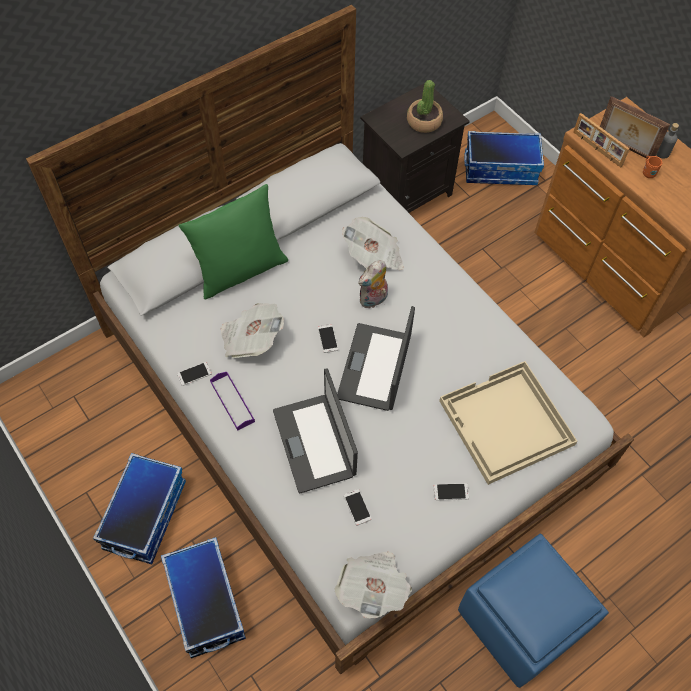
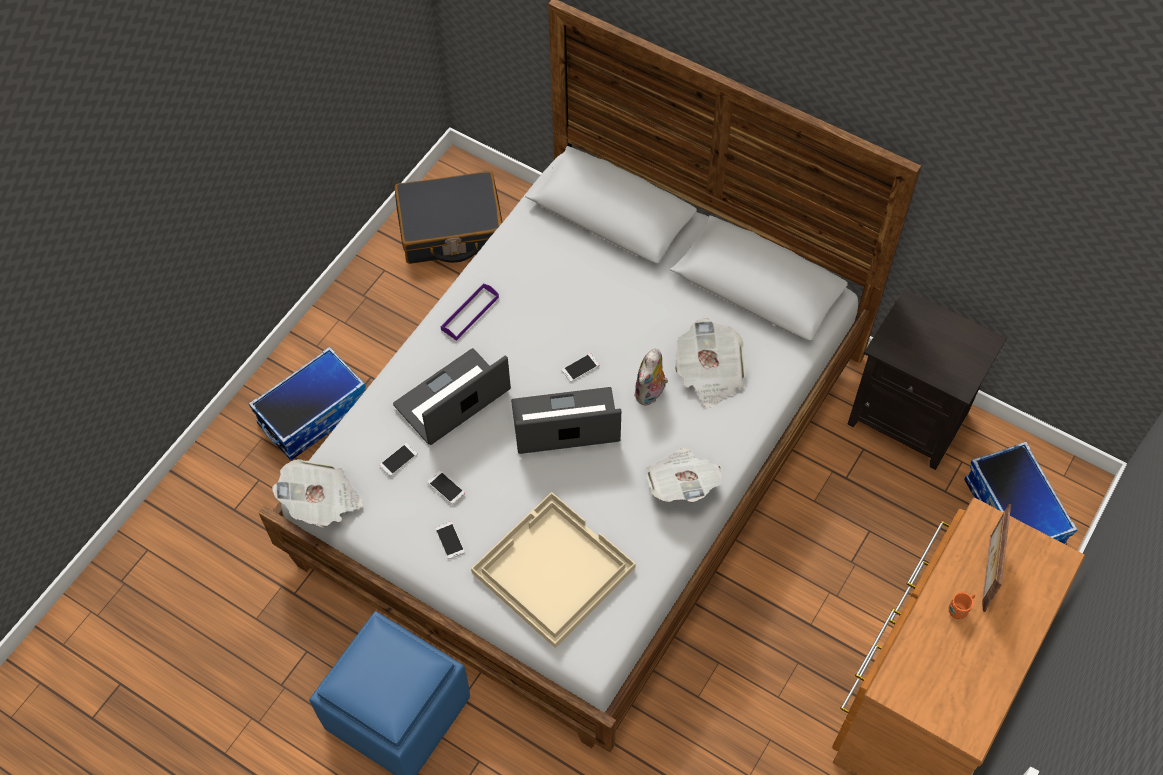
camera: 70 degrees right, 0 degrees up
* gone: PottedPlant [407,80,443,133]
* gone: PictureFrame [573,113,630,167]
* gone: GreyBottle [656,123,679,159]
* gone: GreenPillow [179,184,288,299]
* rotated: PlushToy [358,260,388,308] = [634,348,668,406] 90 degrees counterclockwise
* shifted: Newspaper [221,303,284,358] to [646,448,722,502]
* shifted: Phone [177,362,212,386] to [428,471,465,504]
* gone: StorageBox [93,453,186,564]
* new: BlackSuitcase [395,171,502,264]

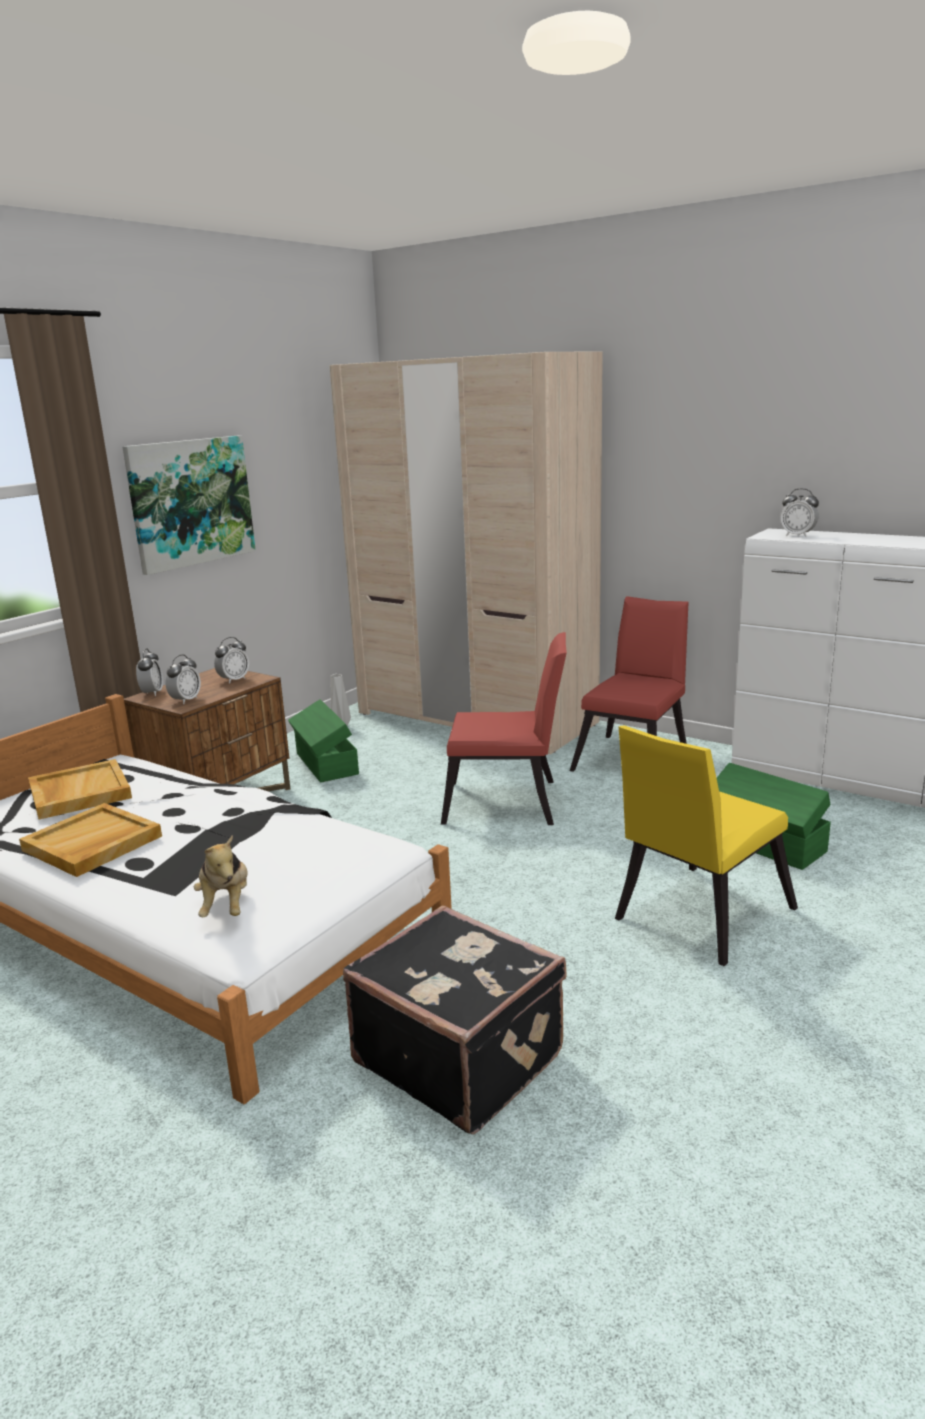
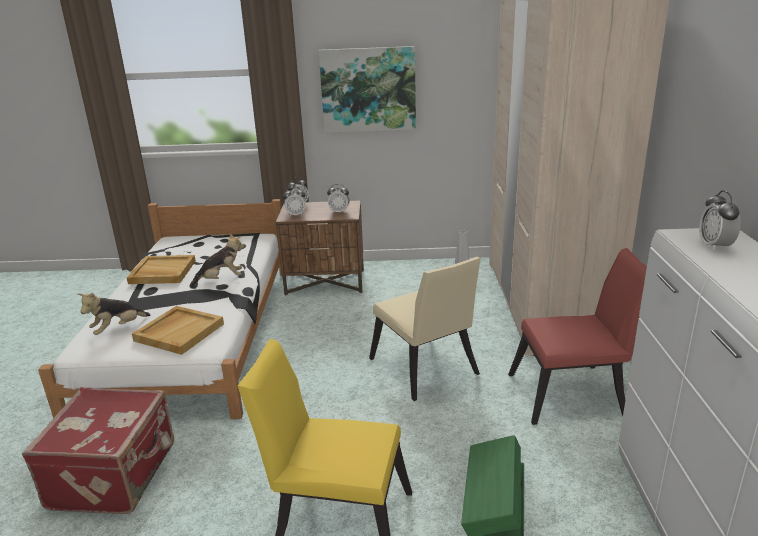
camera: 55 degrees right, 5 degrees up
* repainted: RedChair [441,632,567,825] to BeigeChair [369,257,481,401]
* gone: GreenStorageBox [288,699,359,782]
* shifted: BeigeTray [28,759,132,820] to [132,306,224,355]
* repainted: BlackSuitcase [343,905,567,1134] to RedSuitcase [22,387,174,514]
* new: PlushToy [190,233,244,287]

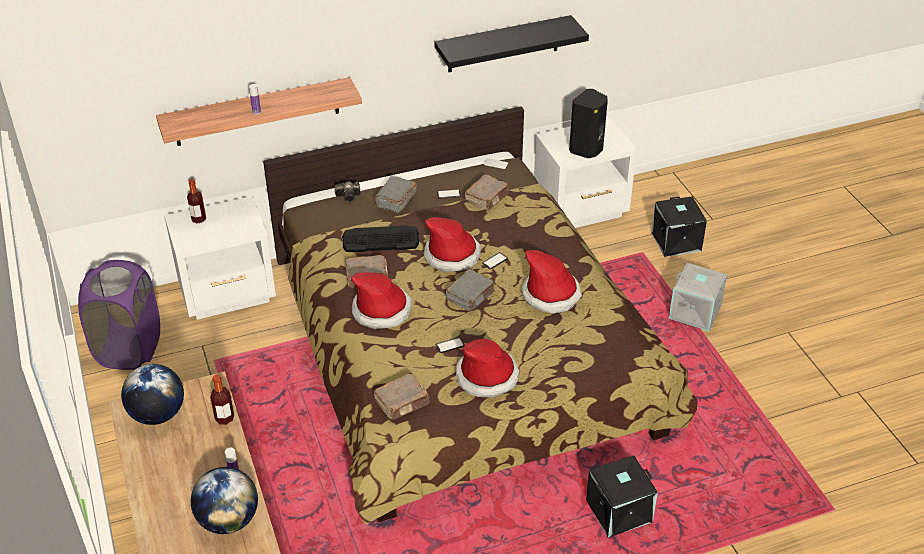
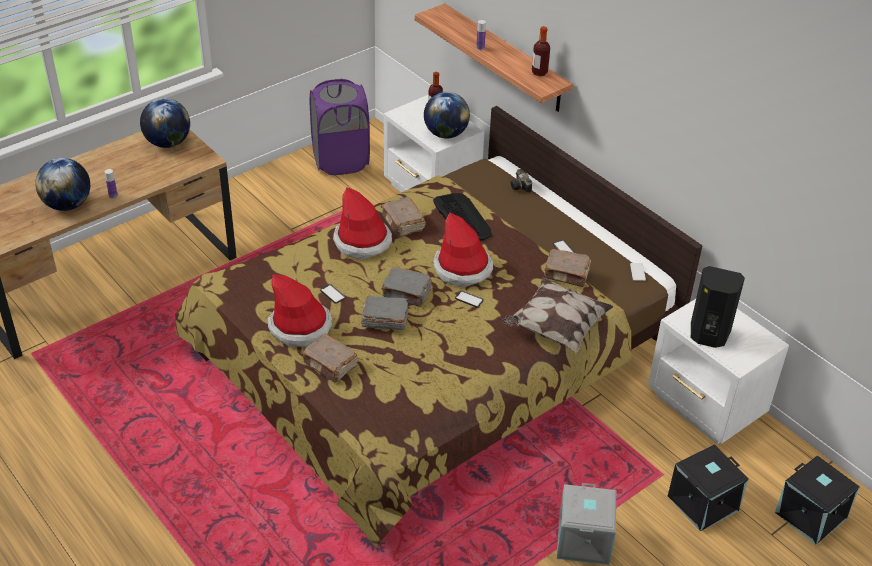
camera: 70 degrees right, 0 degrees up
* gone: BlackShelf [434,15,589,72]
* shifted: GreyBook [375,176,417,213] to [361,296,409,330]
* gone: Hat [521,250,582,313]
* shifted: Bottle [210,374,234,425] to [532,26,550,76]
* shifted: BrownBook [374,374,430,420] to [301,334,358,383]
* shifted: BlackStorageBox [586,456,658,537] to [775,455,860,545]
* new: Globe [424,92,470,138]
* new: Pillow [502,278,614,353]

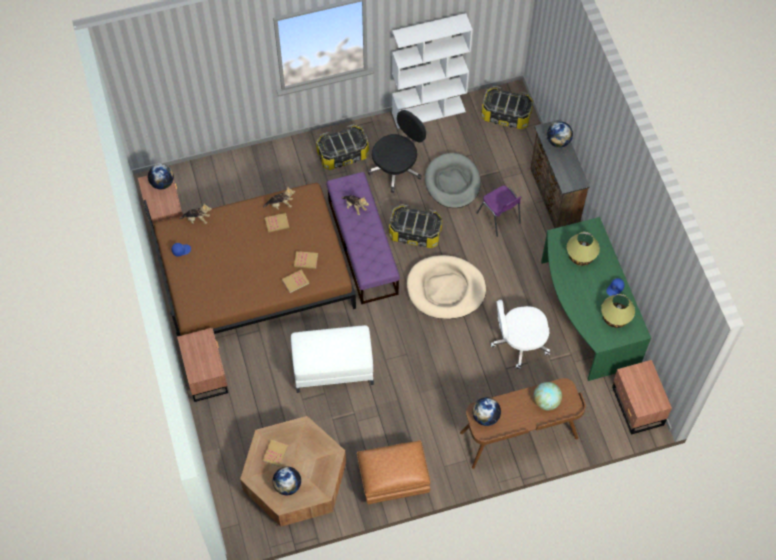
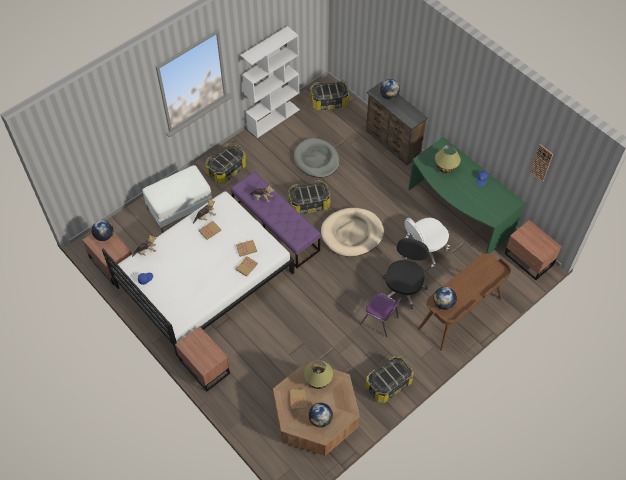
camera: 25 degrees left, 5 degrees down
* shifted: BlackOfficeChair [368,110,426,193] to [383,238,429,309]
* repainted: BrownBed [143,183,356,336] to WhiteBed [102,191,294,358]
* shifted: PurpleChair [477,185,521,237] to [360,293,401,337]
* shifted: TableLamp [601,294,635,328] to [304,360,333,389]
* shifted: WhiteOttoman [291,325,374,393] to [143,165,212,233]
* gone: Globe [534,382,562,410]
* swapped: BrownOttoman [357,440,430,504] to StorageBox [366,356,414,403]
* new: WallClock [530,144,553,183]

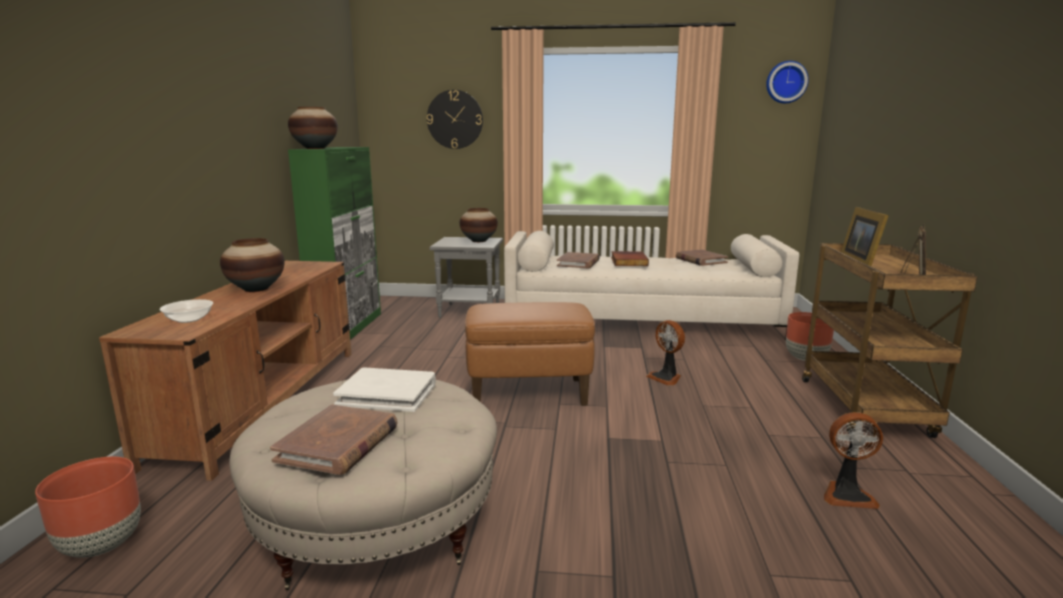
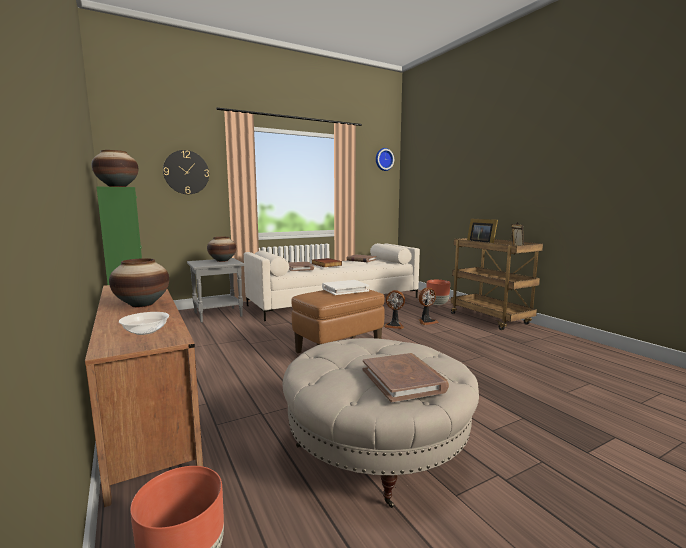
camera: 35 degrees left, 5 degrees down
* shifted: WhiteBook [333,367,436,412] to [322,280,369,295]
* shifted: Fan [824,412,883,509] to [418,288,439,325]

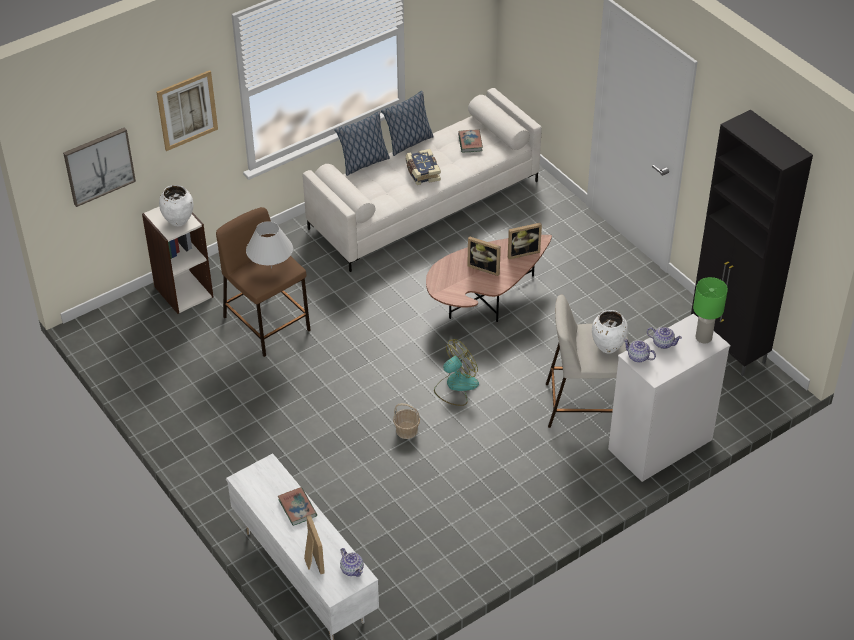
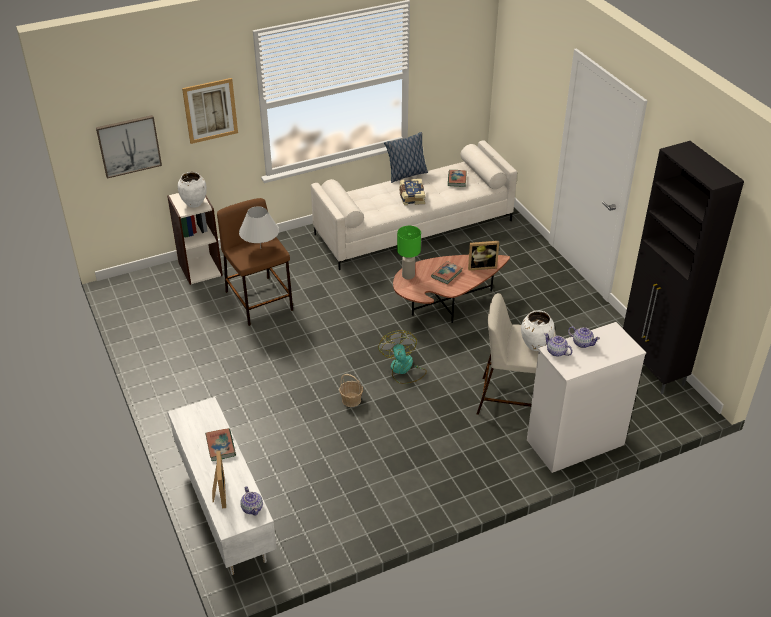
camera: 10 degrees right, 5 degrees down
* gone: Pillow [334,111,390,176]
* swapped: PictureFrame [467,236,501,276] to Book [431,261,462,284]
* shifted: GreenTableLamp [693,277,728,343] to [397,226,421,280]
* rotated: Fan [434,339,479,406] = [379,330,427,384] 75 degrees counterclockwise

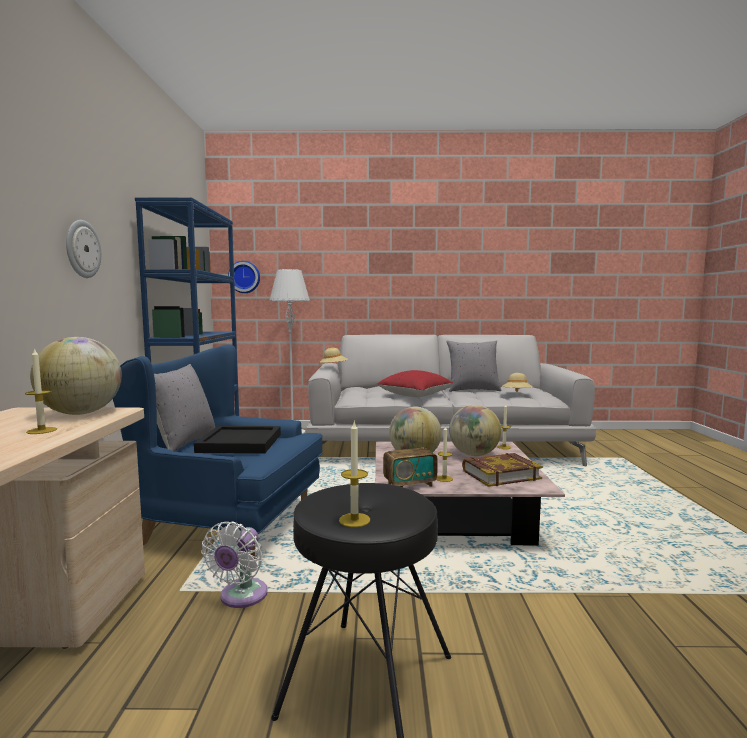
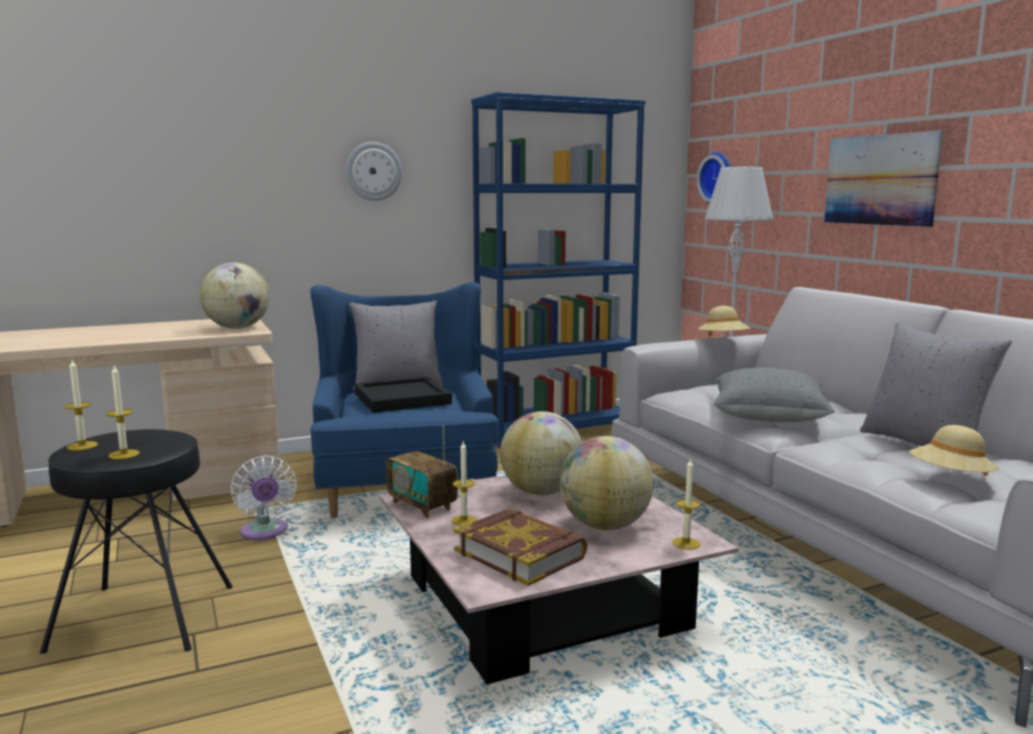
camera: 65 degrees right, 5 degrees up
* shifted: Candle [25,348,57,434] to [106,366,140,459]
* repainted: RedPillow [376,370,453,397] to GreyPillow [713,368,835,422]
* rotated: WhiteFan [201,521,268,608] = [230,455,297,540] 105 degrees counterclockwise
* new: Picture [824,130,943,227]

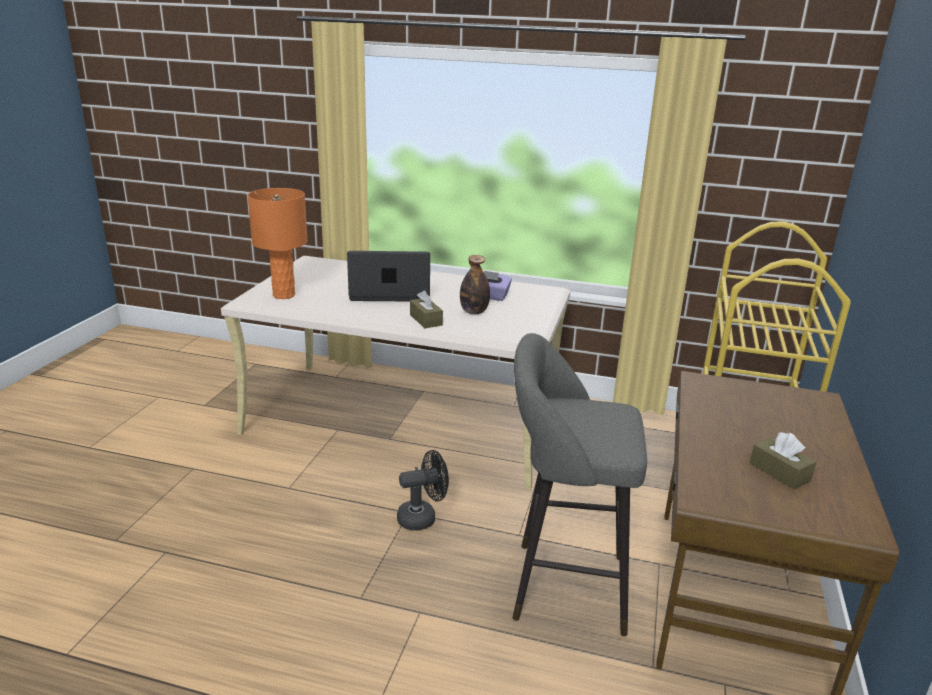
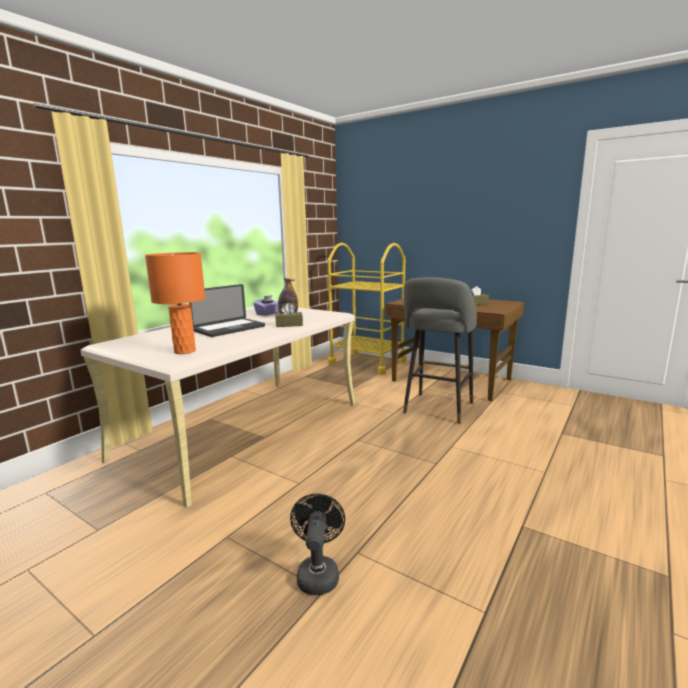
camera: 70 degrees left, 10 degrees down
* rotated: Laptop [347,251,430,301] = [189,284,265,337] 150 degrees counterclockwise
* shifted: BlackFan [397,450,449,531] to [290,494,345,595]

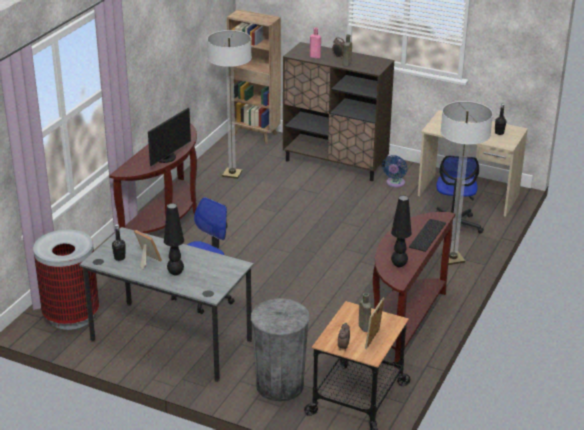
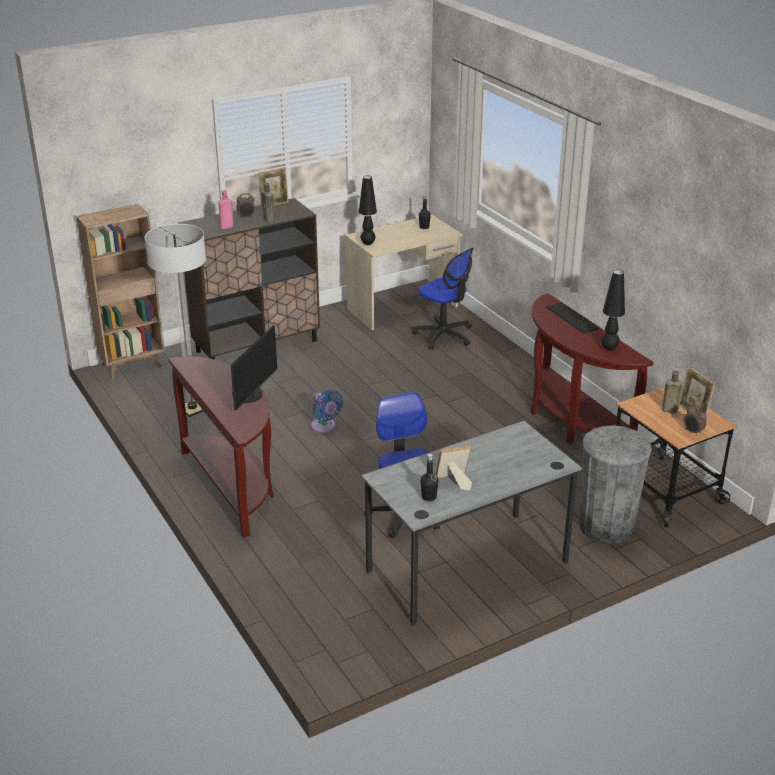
camera: 55 degrees left, 0 degrees up
* gone: FloorLamp [440,101,493,265]
* rotated: Monitor [148,107,191,166] = [231,325,277,411] 45 degrees clockwise
* shifted: BlueFan [382,155,407,187] to [311,390,343,432]
* shifted: BlackTableLamp [164,203,184,276] to [359,176,377,245]
* gone: TrashCan [33,230,99,330]
* new: PictureFrame [258,167,289,209]

